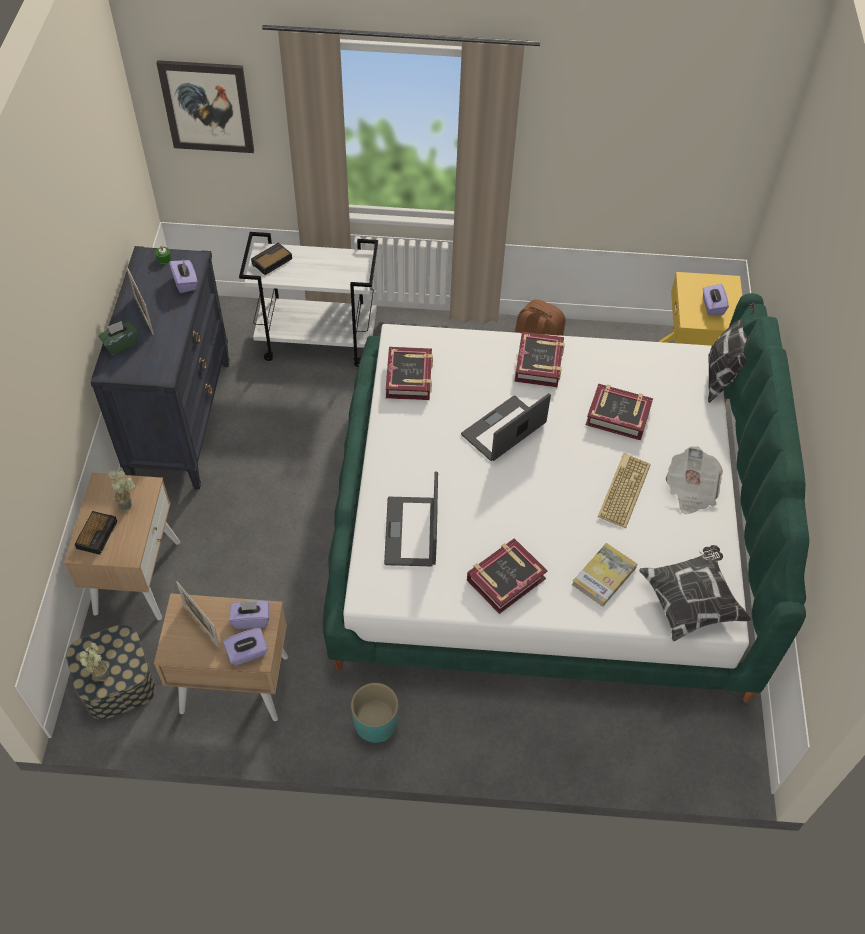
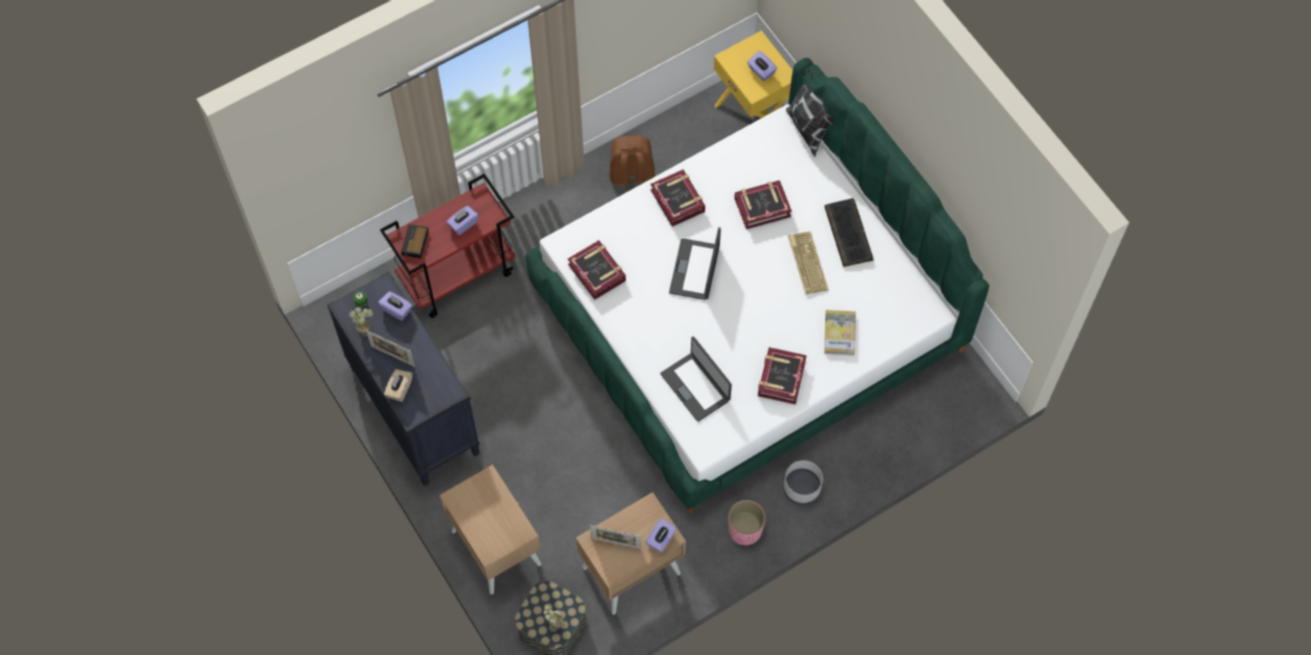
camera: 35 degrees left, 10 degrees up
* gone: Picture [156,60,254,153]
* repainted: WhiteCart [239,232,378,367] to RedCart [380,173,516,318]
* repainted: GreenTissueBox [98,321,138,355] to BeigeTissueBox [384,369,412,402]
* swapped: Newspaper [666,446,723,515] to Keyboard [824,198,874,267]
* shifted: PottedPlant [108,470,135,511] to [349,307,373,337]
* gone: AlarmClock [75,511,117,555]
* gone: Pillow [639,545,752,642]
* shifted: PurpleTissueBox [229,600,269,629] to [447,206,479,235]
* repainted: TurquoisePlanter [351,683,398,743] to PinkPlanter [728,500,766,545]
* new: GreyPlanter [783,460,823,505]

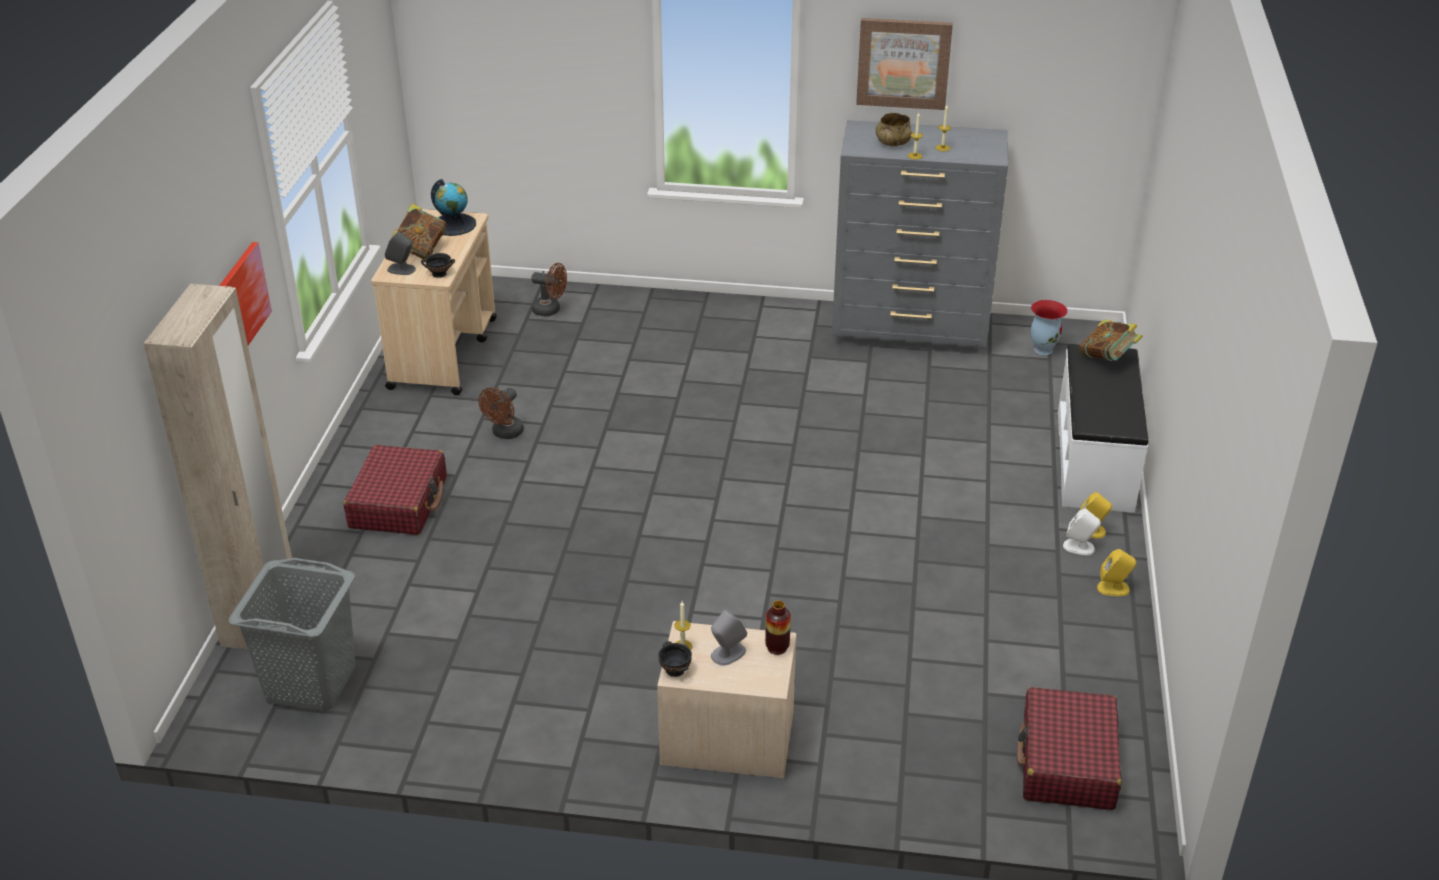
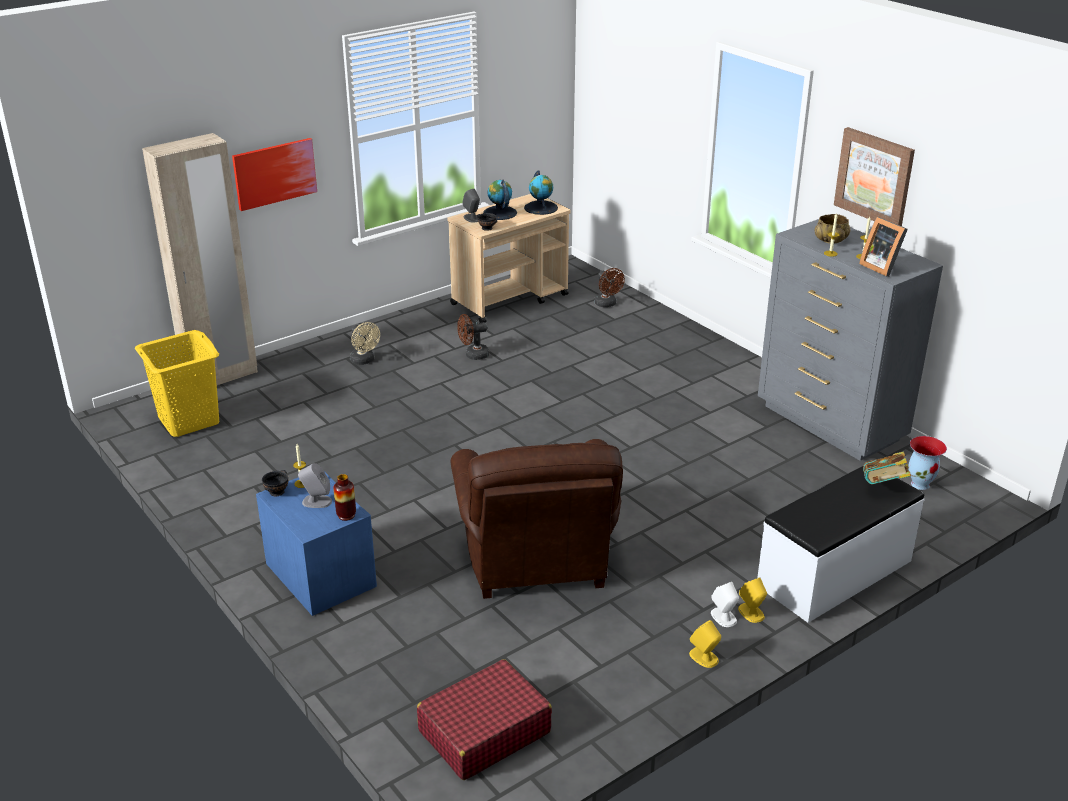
camera: 45 degrees right, 5 degrees down
* swapped: Book [391,204,447,260] to Globe [483,180,517,220]
* swapped: RedSuitcase [343,445,447,535] to BeigeFan [350,322,380,365]
* repainted: GreyLaundryBasket [229,558,356,711] to YellowLaundryBasket [135,330,219,437]
* repainted: BeigeNightstand [657,621,796,778] to BlueNightstand [256,470,377,616]
* new: PictureFrame [859,217,908,277]
* new: BrownArmchair [451,439,623,599]

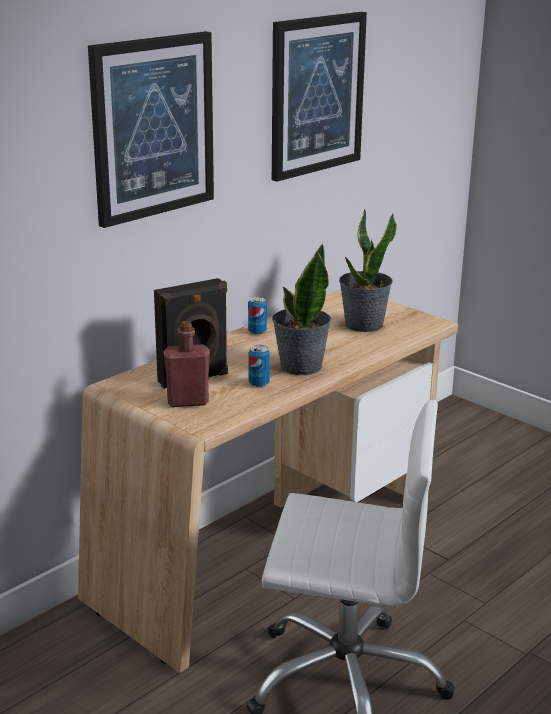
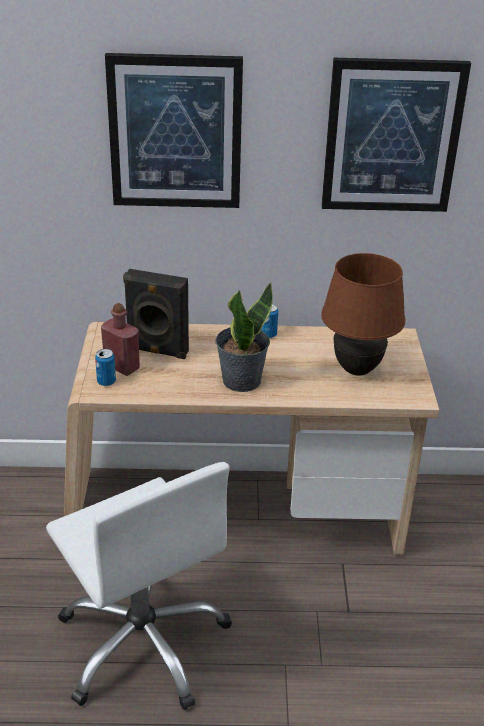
camera: 45 degrees right, 10 degrees up
* swapped: PottedPlant [339,209,397,332] to BrownTableLamp [321,253,406,375]
* shifted: Can [249,345,270,387] to [95,349,116,386]

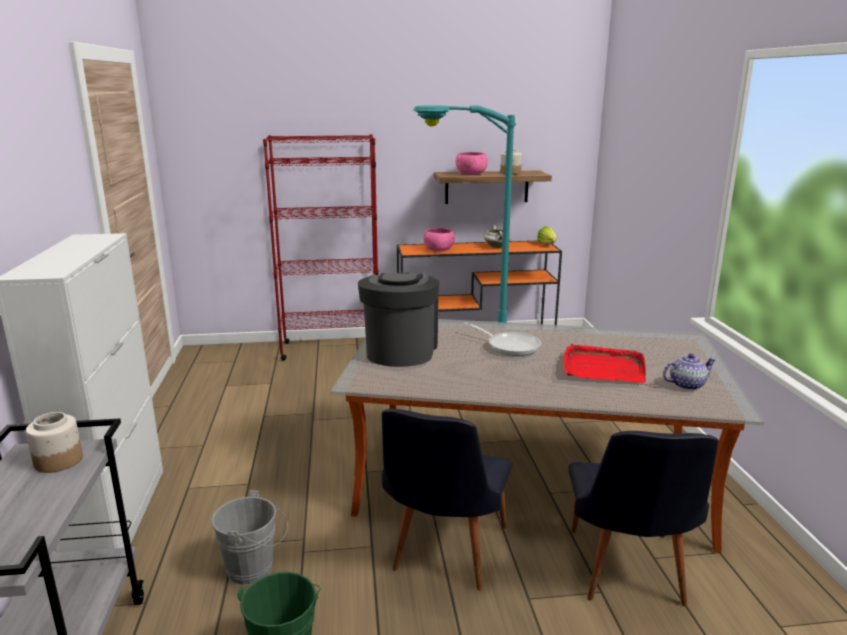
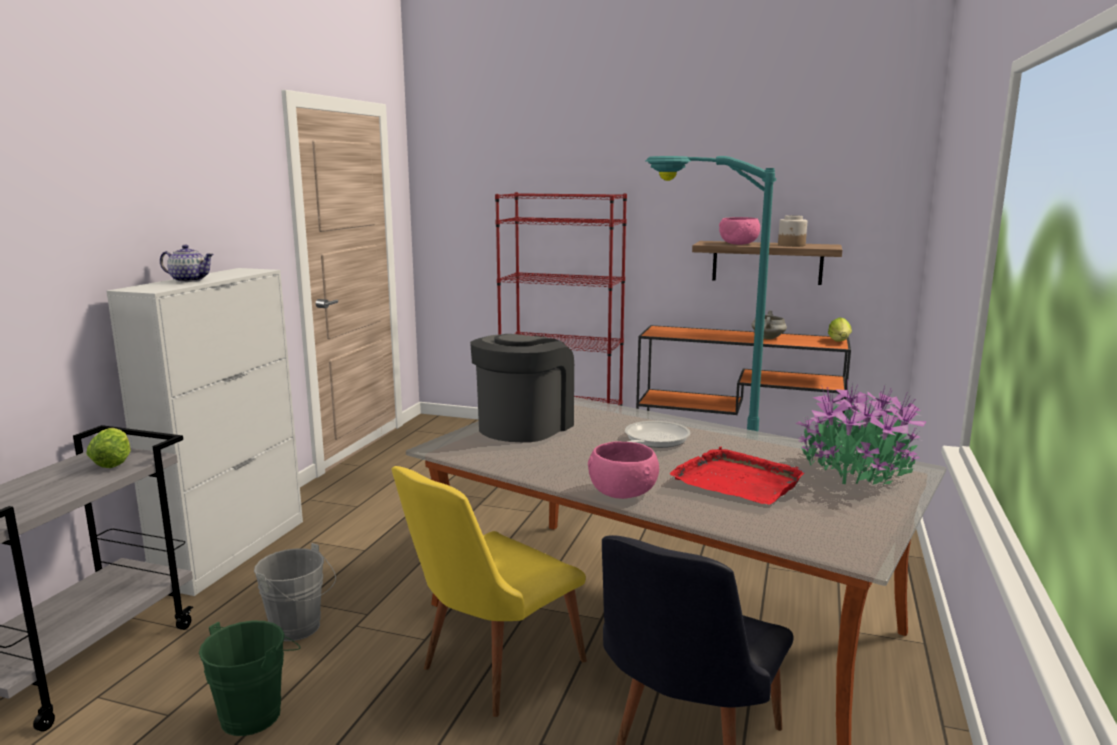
camera: 25 degrees right, 5 degrees down
* shifted: PinkBowl [423,228,455,251] to [588,442,659,499]
* rotated: FryingPan [464,322,541,356] = [625,421,690,448] 120 degrees counterclockwise
* shifted: Teapot [663,353,716,390] to [160,245,214,282]
* repainted: BlackChair [382,409,512,590] to YellowChair [391,466,587,717]
* swapped: Jar [26,412,83,473] to Lettuce [87,428,131,468]
* new: PottedPlant [795,379,926,486]

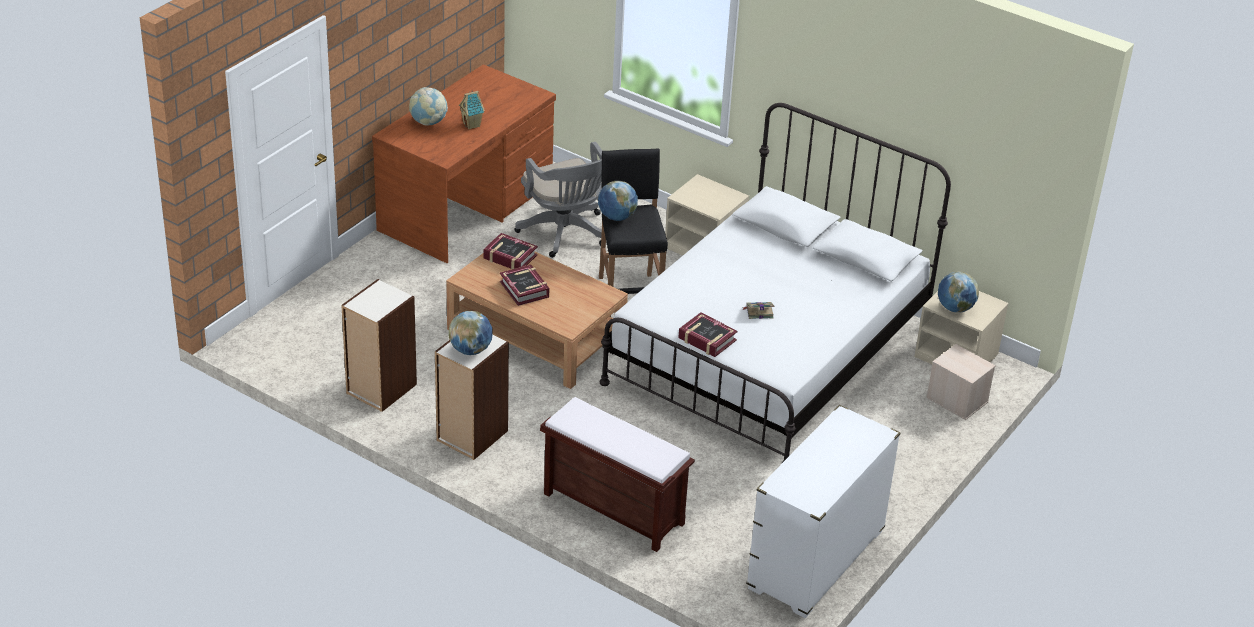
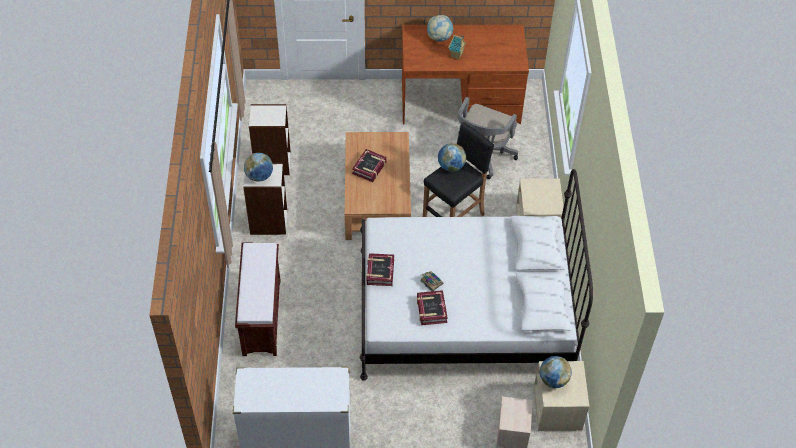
camera: 55 degrees right, 15 degrees up
* shifted: Book [483,233,538,270] to [417,290,448,325]

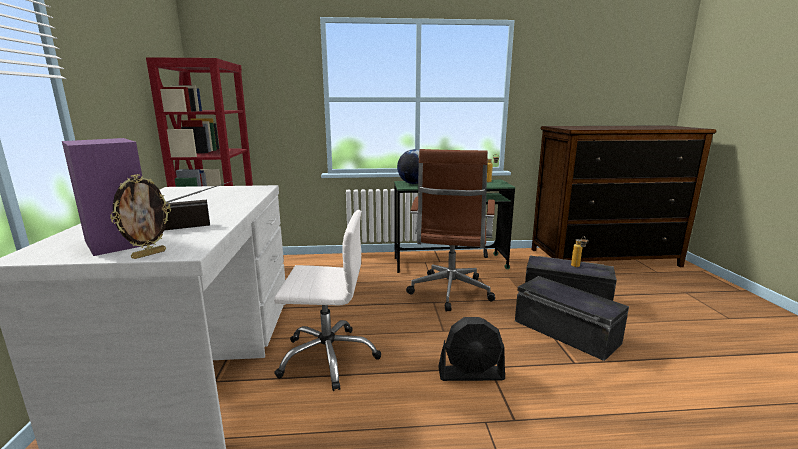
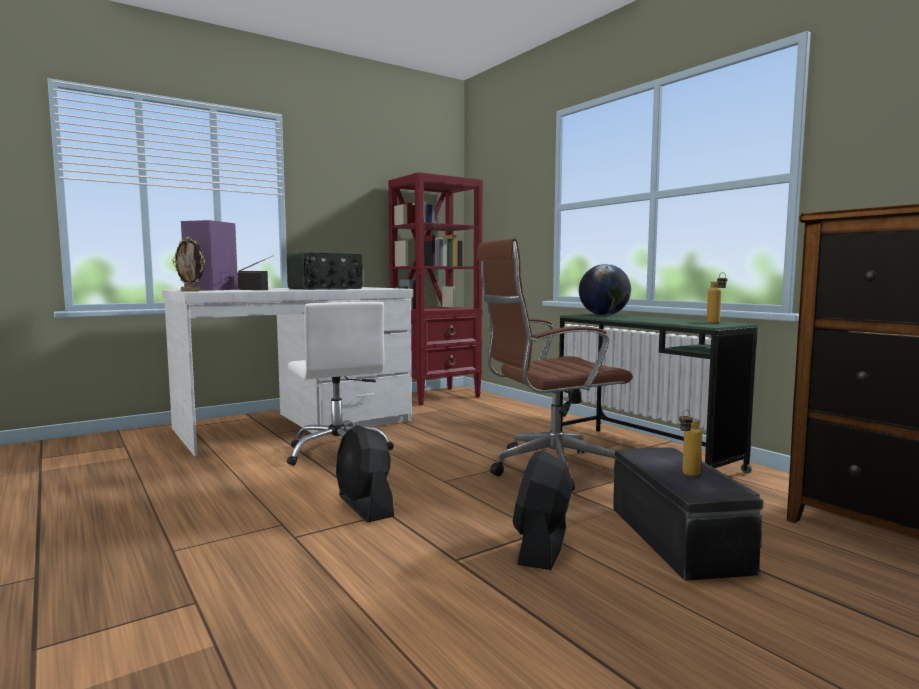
camera: 60 degrees right, 10 degrees down
* swapped: BlackStorageBox [515,276,629,361] to BlackFan [513,450,573,570]
* new: Radio [287,252,363,290]

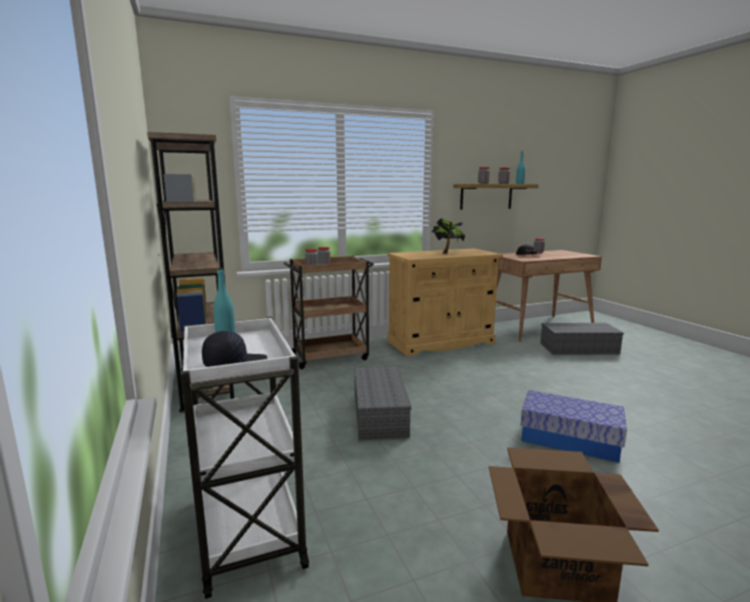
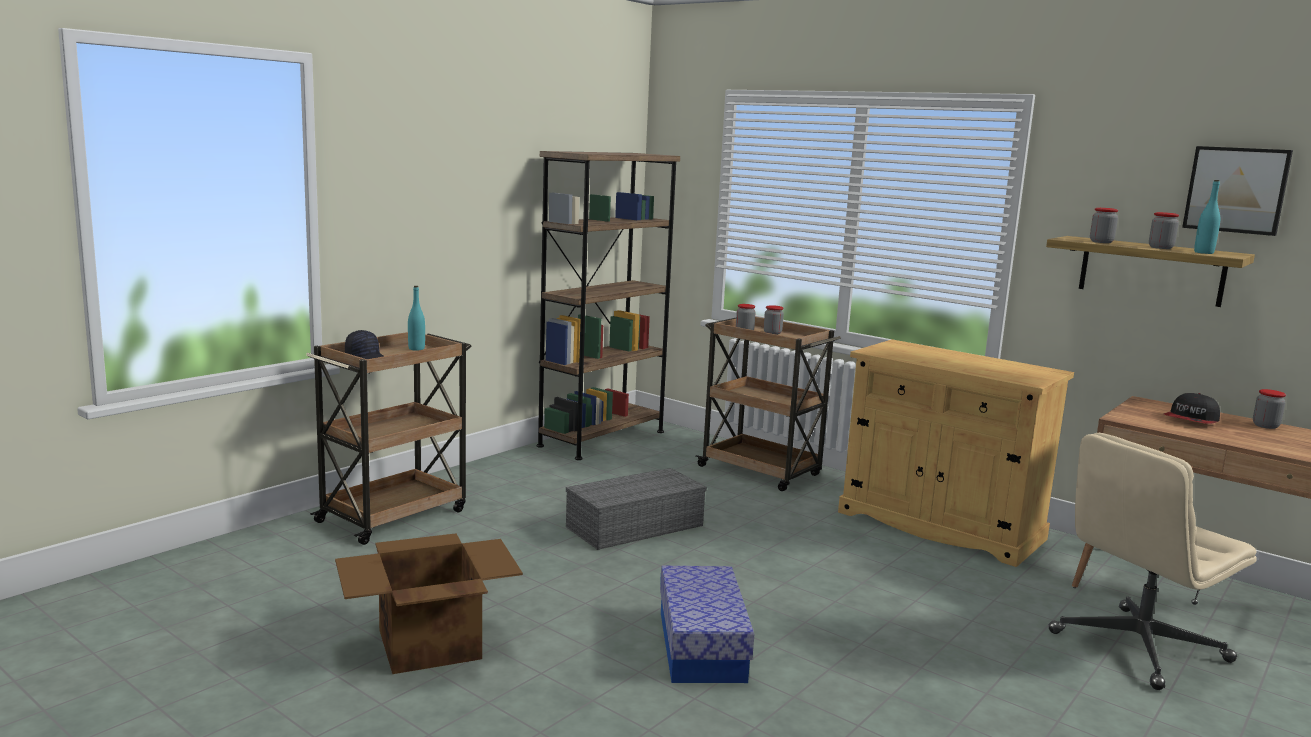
camera: 60 degrees right, 0 degrees up
* gone: PottedPlant [431,218,465,254]
* repainted: WhiteCart [180,317,309,599] to BrownCart [306,332,472,545]
* swapped: GreyStorageBox [540,323,624,355] to BeigeOfficeChair [1049,433,1257,690]
* new: Picture [1182,146,1293,236]

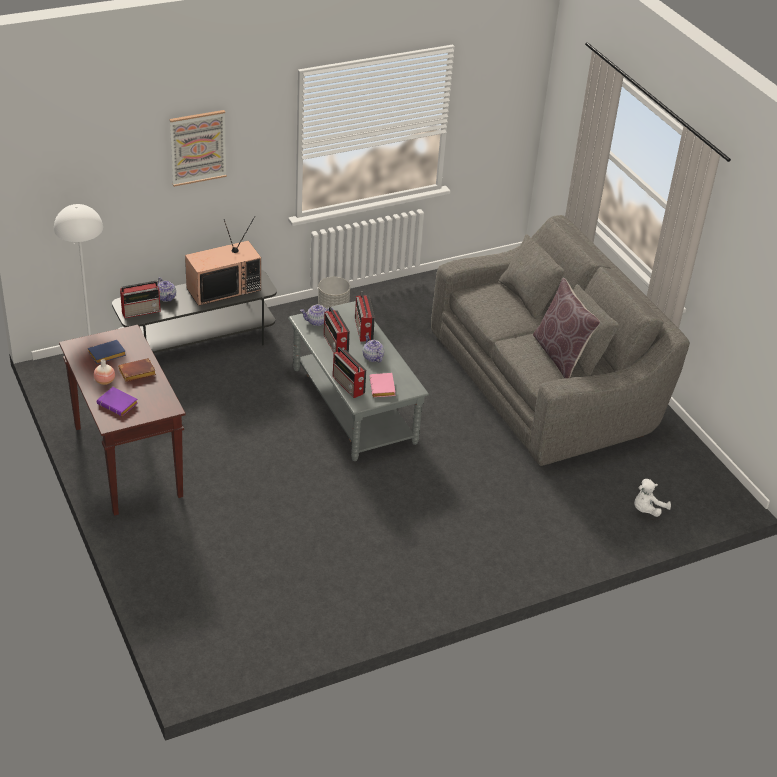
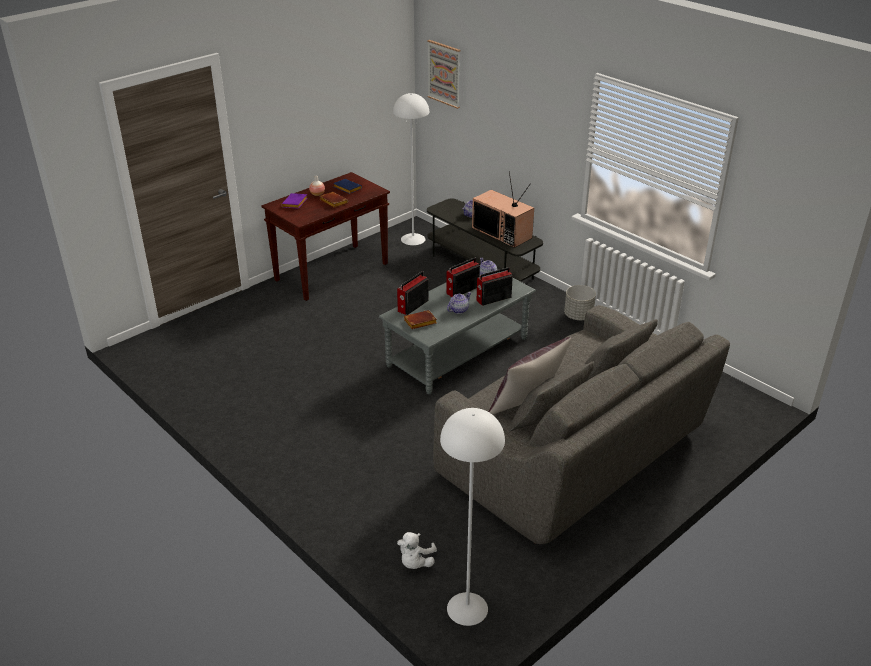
camera: 75 degrees right, 5 degrees down
* shifted: Picture [169,110,227,187] to [427,40,461,109]
* gone: Radio [120,281,161,318]
* repainted: PinkBook [369,373,395,397] to BrownBook [404,310,437,329]
* rotated: WhitePlushToy [634,479,671,517] = [397,532,437,569] 105 degrees counterclockwise
* new: WhiteFloorLamp [440,408,505,626]

